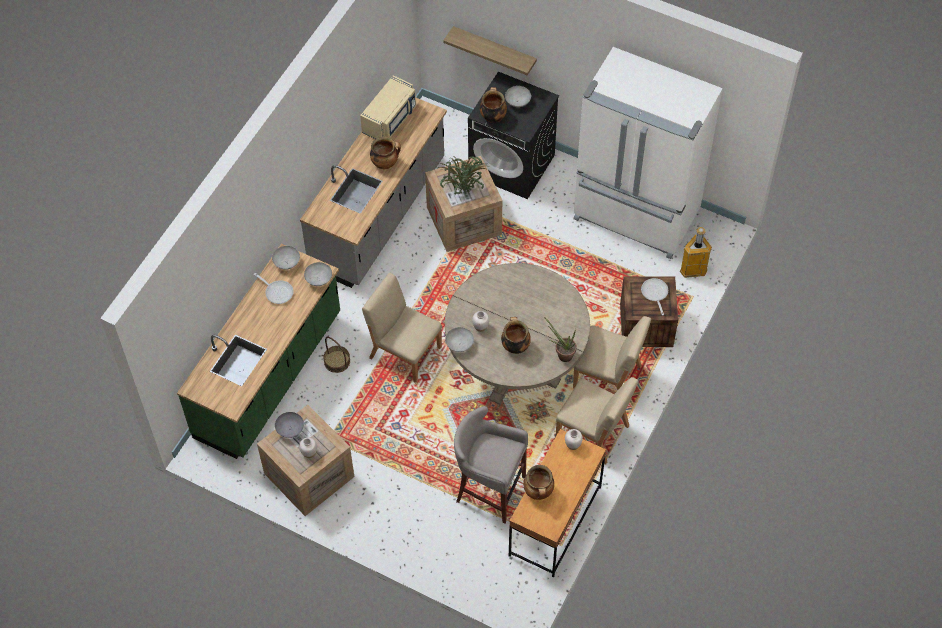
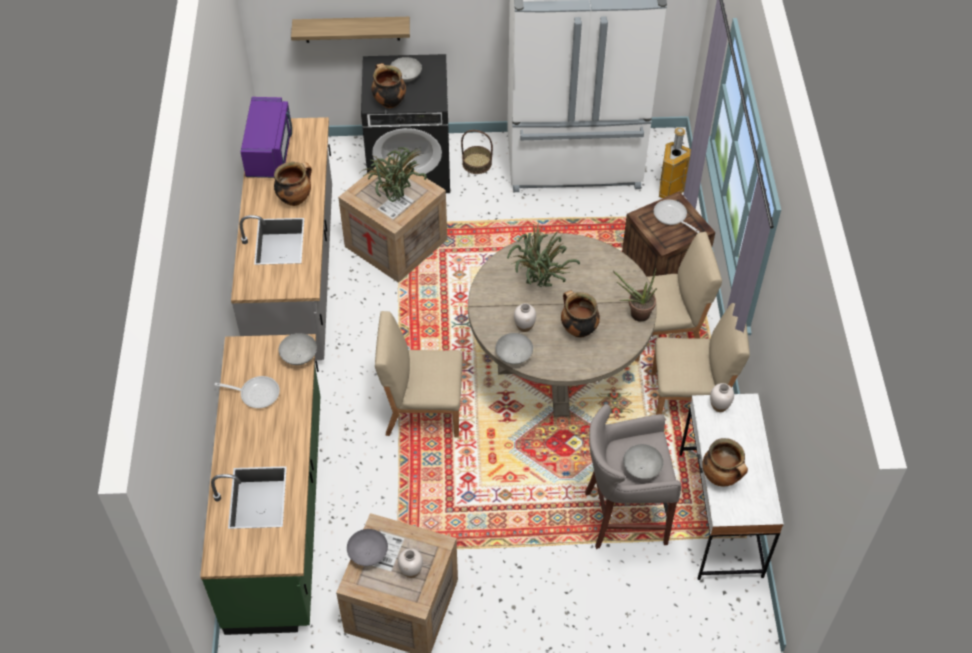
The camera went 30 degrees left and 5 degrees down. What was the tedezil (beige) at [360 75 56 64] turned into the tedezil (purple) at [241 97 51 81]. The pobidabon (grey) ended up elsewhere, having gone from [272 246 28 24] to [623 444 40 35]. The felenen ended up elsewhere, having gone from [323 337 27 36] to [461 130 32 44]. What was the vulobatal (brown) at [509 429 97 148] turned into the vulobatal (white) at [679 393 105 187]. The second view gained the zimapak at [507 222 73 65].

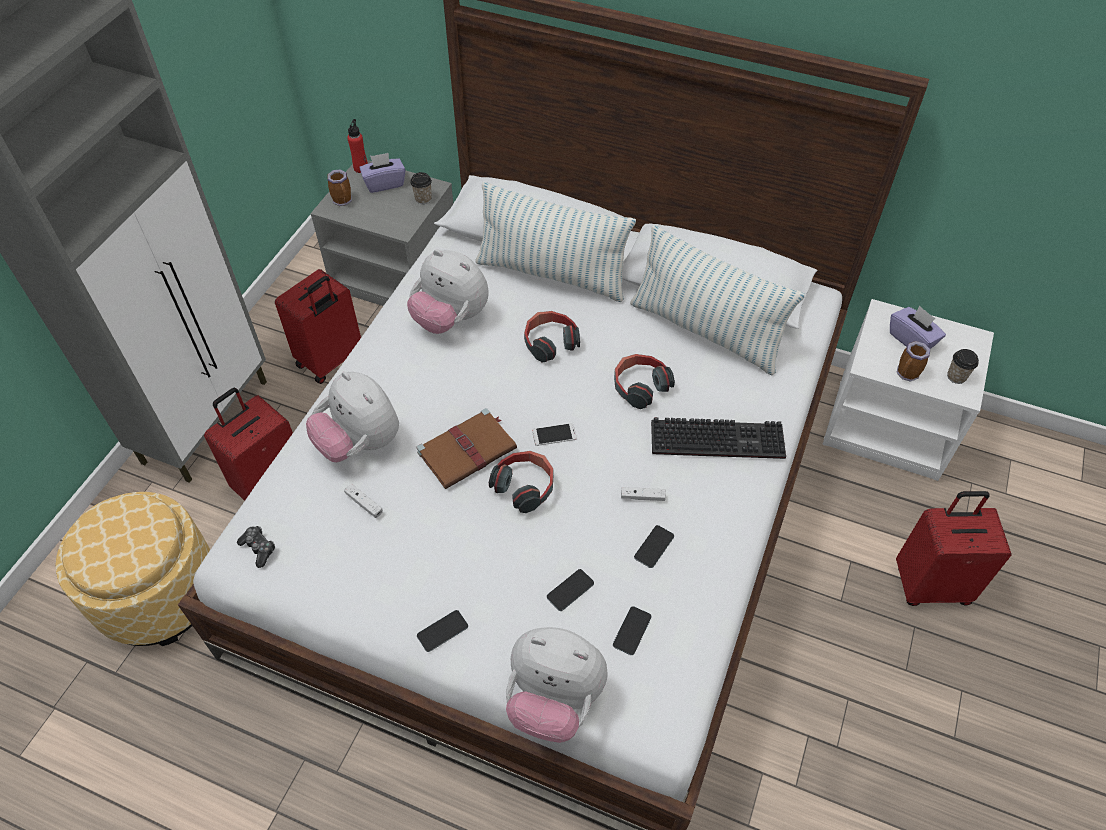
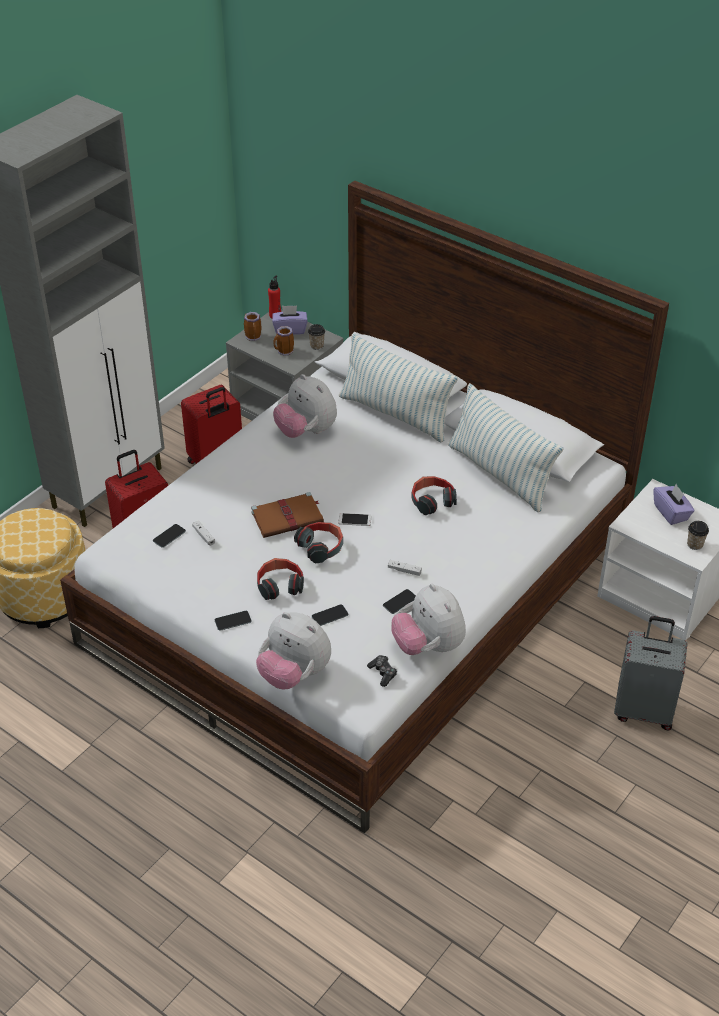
The camera went 15 degrees right and 10 degrees down. The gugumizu ended up elsewhere, having gone from [524 311 56 52] to [257 558 47 42]. The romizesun ended up elsewhere, having gone from [897 341 33 41] to [273 326 21 30]. The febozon ended up elsewhere, having gone from [306 372 93 90] to [391 584 75 71]. The second view lost the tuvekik at [651 417 135 42]. What was the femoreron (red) at [896 491 116 115] turned into the femoreron (grey) at [614 616 74 114]. The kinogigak ended up elsewhere, having gone from [237 526 38 42] to [367 655 30 32]. The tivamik ended up elsewhere, having gone from [613 606 39 49] to [153 524 33 24].

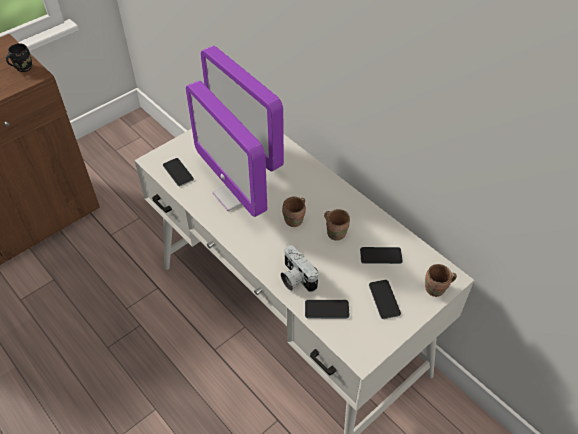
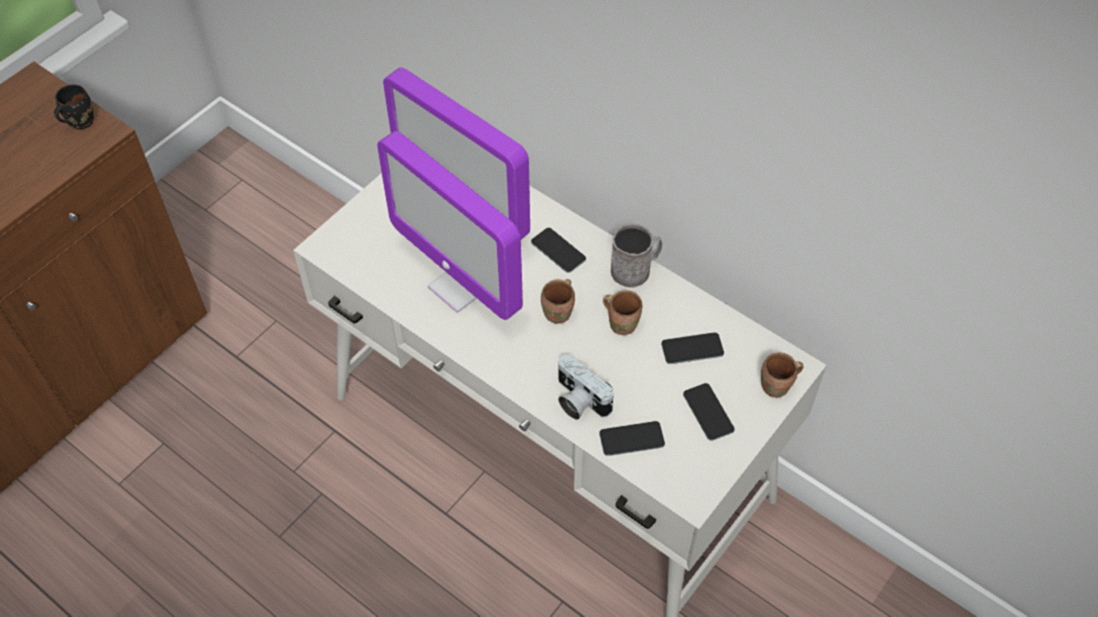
The camera went 10 degrees left and 5 degrees up. The tivamik ended up elsewhere, having gone from [163 158 31 28] to [531 228 55 45]. The second view gained the romizesun (grey) at [611 223 51 65].

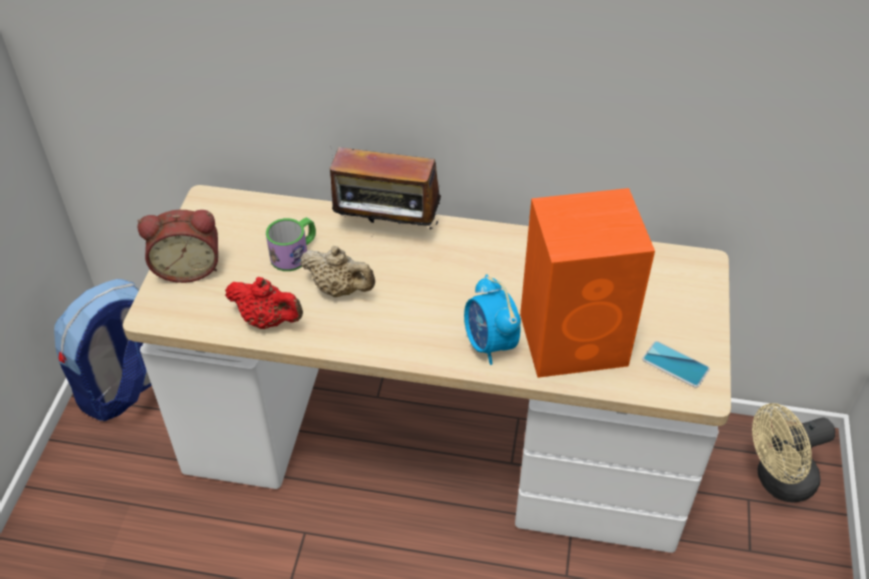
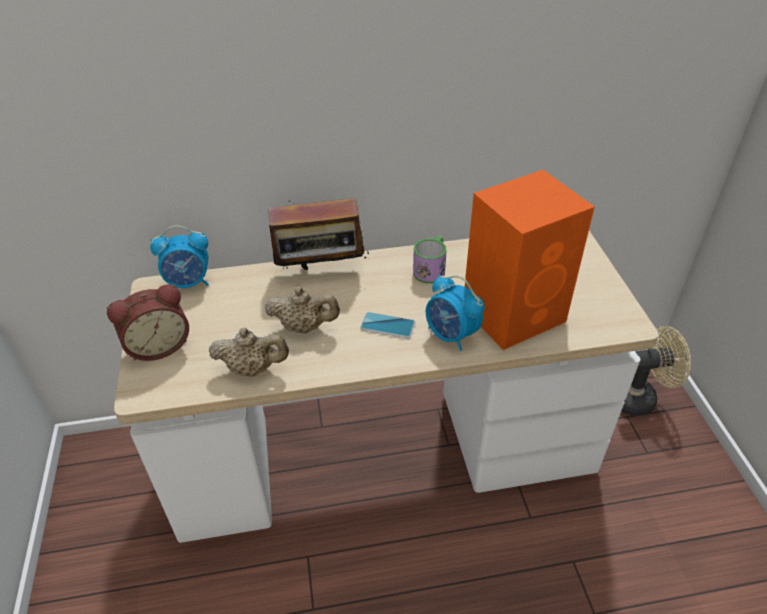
The camera went 20 degrees left and 5 degrees down. The romizesun ended up elsewhere, having gone from [266 217 50 54] to [413 236 34 48]. What was the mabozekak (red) at [225 277 78 52] turned into the mabozekak (beige) at [208 328 81 49]. The second view lost the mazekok at [54 279 98 142]. The tivamik ended up elsewhere, having gone from [642 341 68 47] to [360 312 56 26]. The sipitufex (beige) at [752 403 83 100] ended up facing another way, 150 degrees counterclockwise from before. The second view gained the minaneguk at [150 225 59 63].

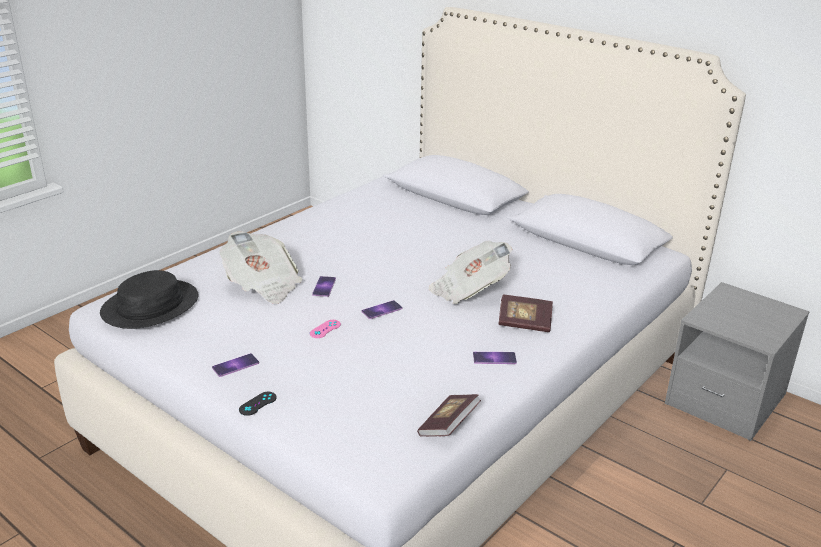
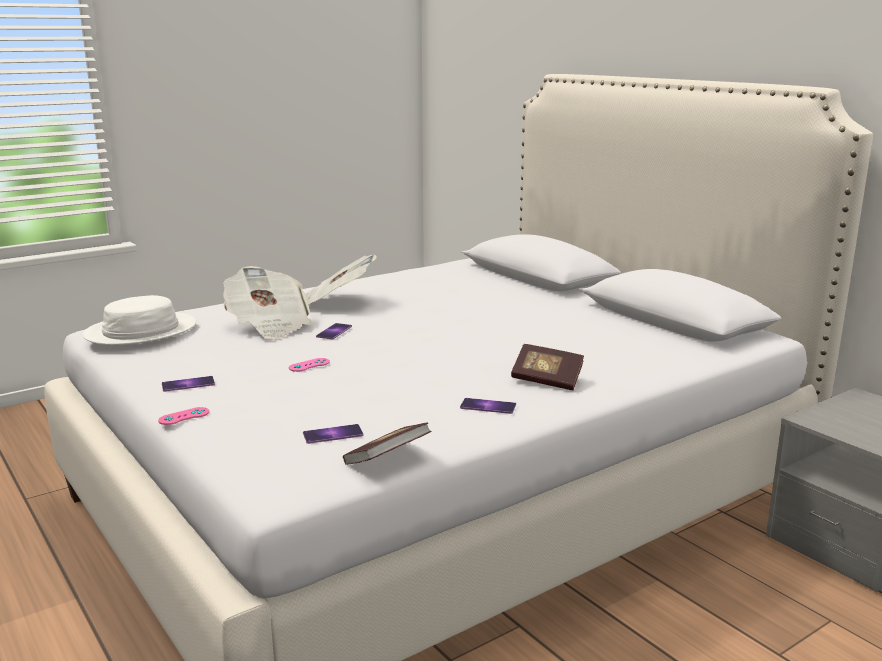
The camera went 15 degrees right and 10 degrees down. The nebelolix ended up elsewhere, having gone from [429 240 84 64] to [305 255 72 50]. What was the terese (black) at [100 270 99 59] turned into the terese (white) at [83 295 113 50]. The tivamik ended up elsewhere, having gone from [361 300 42 19] to [303 424 60 20]. What was the kinogigak (black) at [239 392 38 24] turned into the kinogigak (pink) at [158 407 51 18].

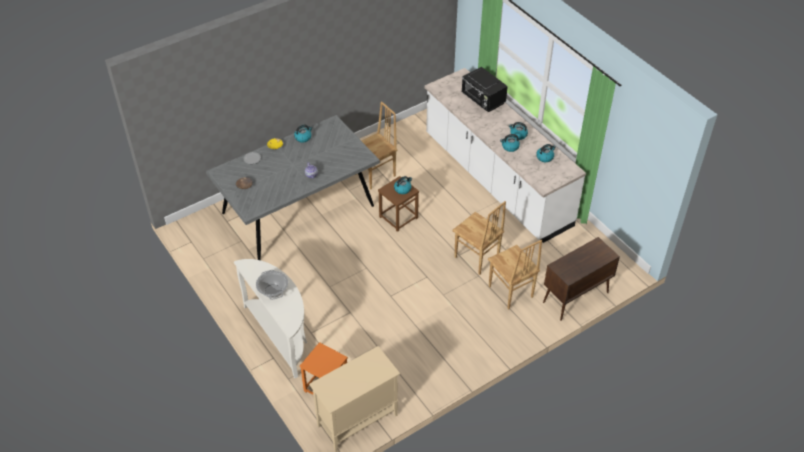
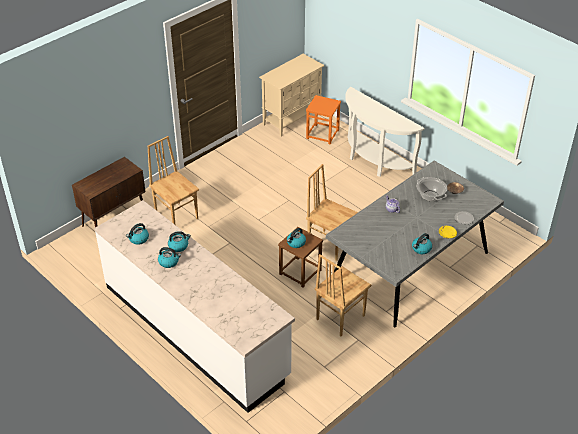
The camera went 170 degrees right and 5 degrees down. The second view lost the tedezil (black) at [462 67 46 45]. The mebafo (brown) ended up elsewhere, having gone from [453 201 53 74] to [306 164 52 97]. The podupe ended up elsewhere, having gone from [256 270 32 30] to [417 177 30 24].

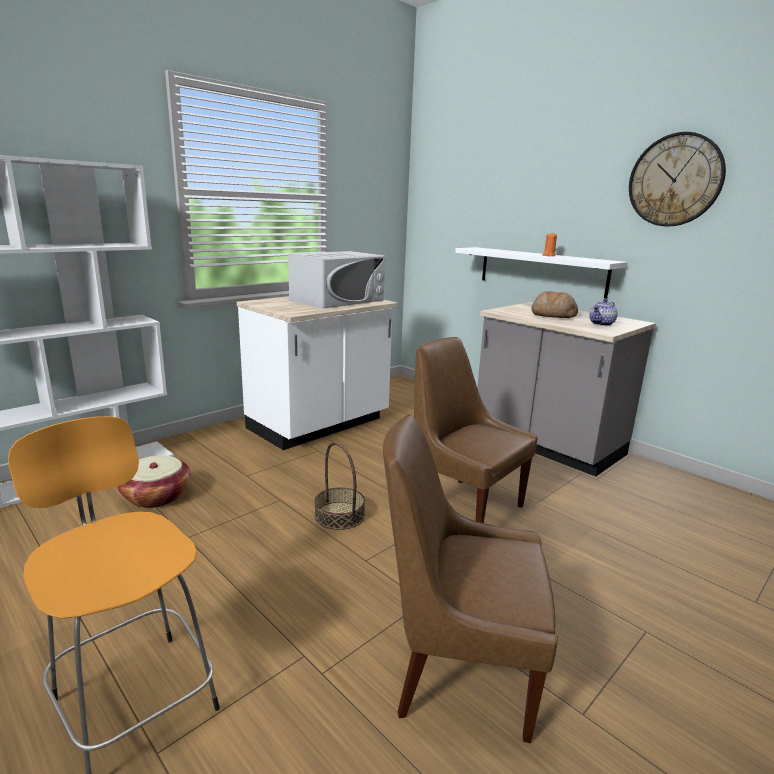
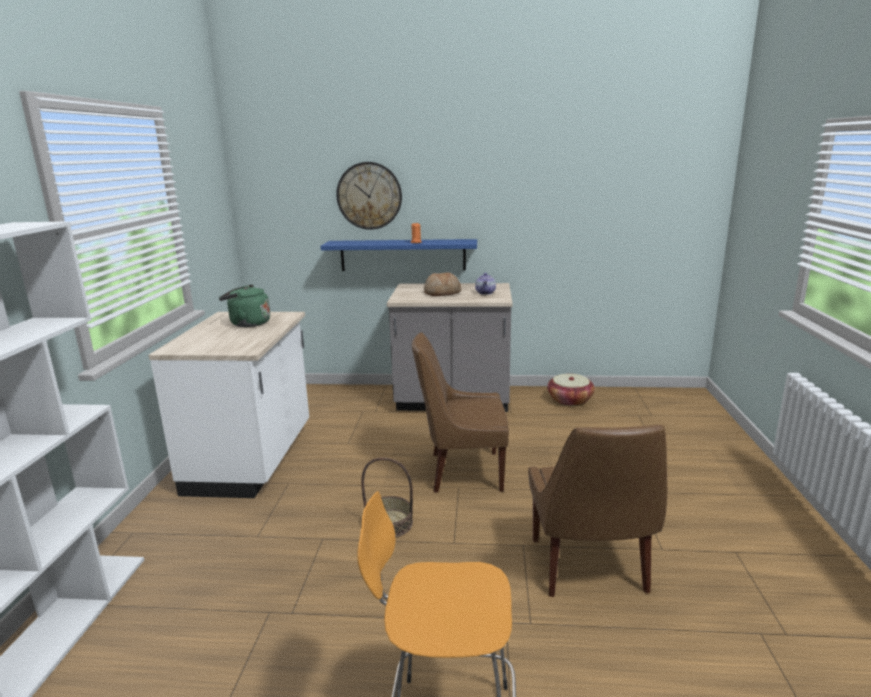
The camera went 40 degrees left and 0 degrees up. The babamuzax ended up elsewhere, having gone from [629 132 97 94] to [336 162 66 68]. What was the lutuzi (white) at [455 247 173 51] turned into the lutuzi (blue) at [320 239 157 32]. Where the tedezil (white) stood at [288 251 97 58], the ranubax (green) came to stand at [219 284 51 43]. The mebafo (brown) at [383 414 175 329] ended up facing another way, 60 degrees counterclockwise from before. The felenen ended up elsewhere, having gone from [117 455 74 53] to [547 374 48 32].

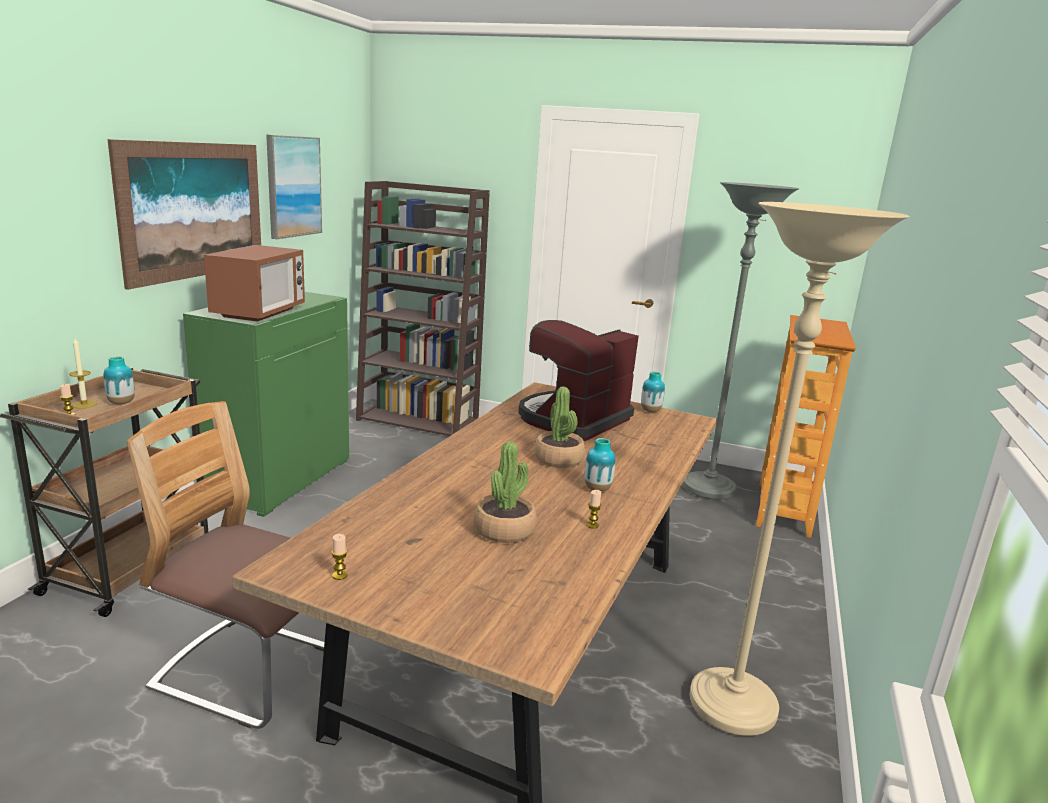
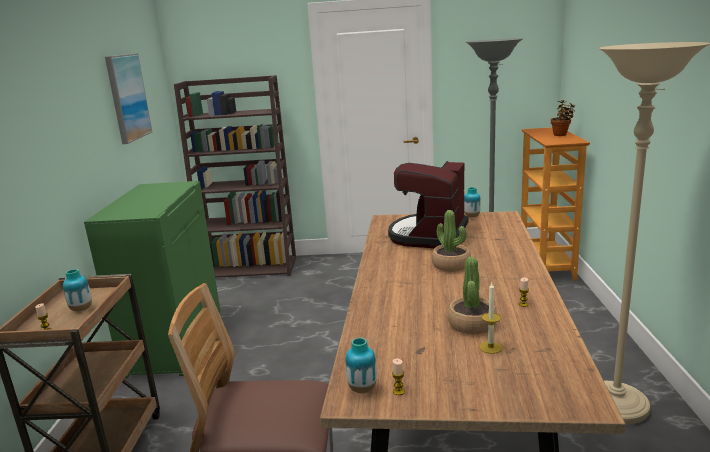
The camera went 15 degrees left and 0 degrees up. The second view lost the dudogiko at [107 139 154 151]. The second view lost the tedezil at [204 245 101 77]. The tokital ended up elsewhere, having gone from [69 338 28 70] to [479 283 23 71]. The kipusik ended up elsewhere, having gone from [585 438 30 54] to [345 338 32 55]. The second view gained the zimapak at [551 100 24 36].

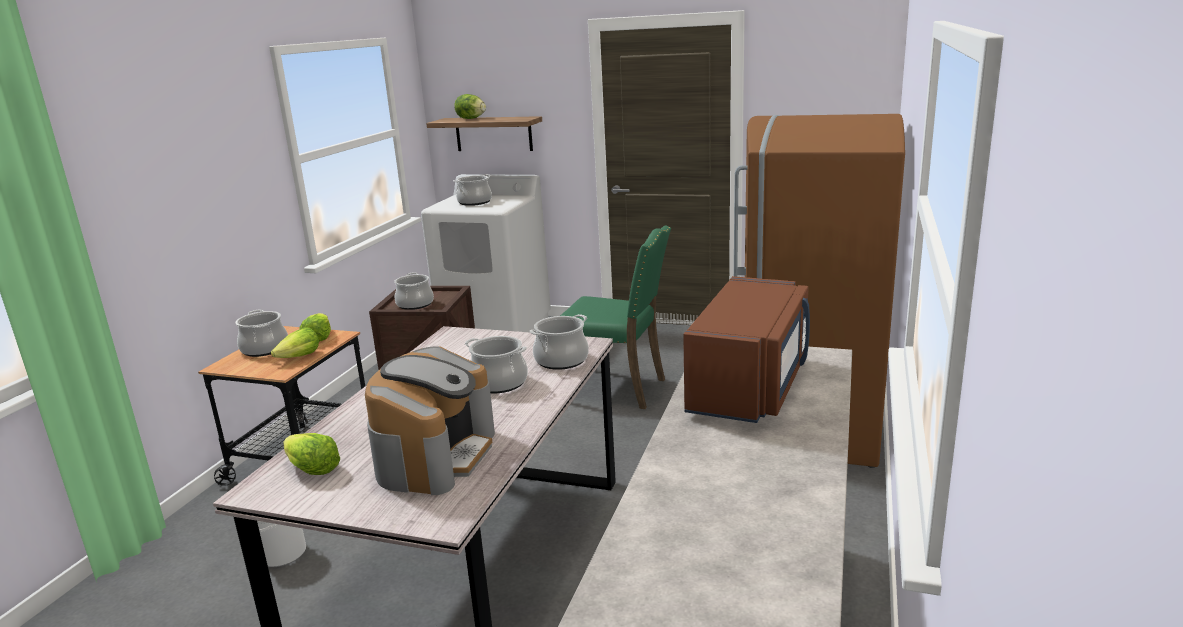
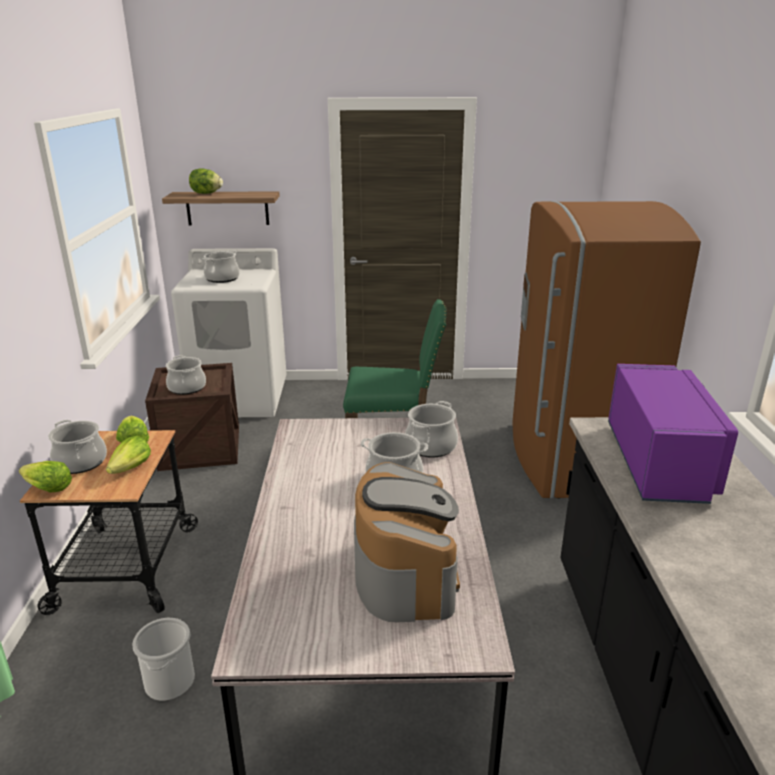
The camera went 20 degrees left and 5 degrees up. What was the tedezil (brown) at [683 276 127 147] turned into the tedezil (purple) at [608 364 130 140]. The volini ended up elsewhere, having gone from [284 433 56 42] to [19 461 53 31].

